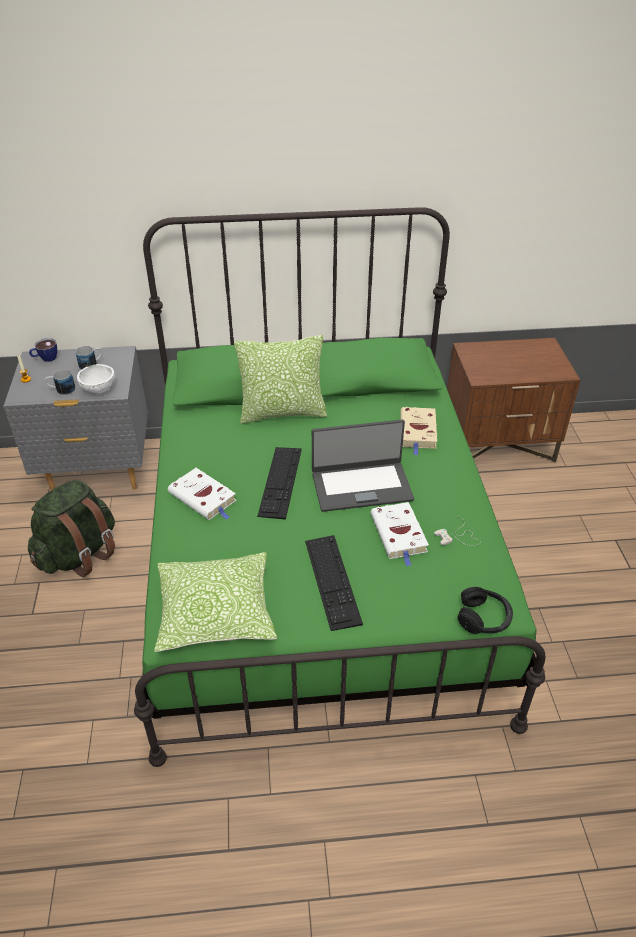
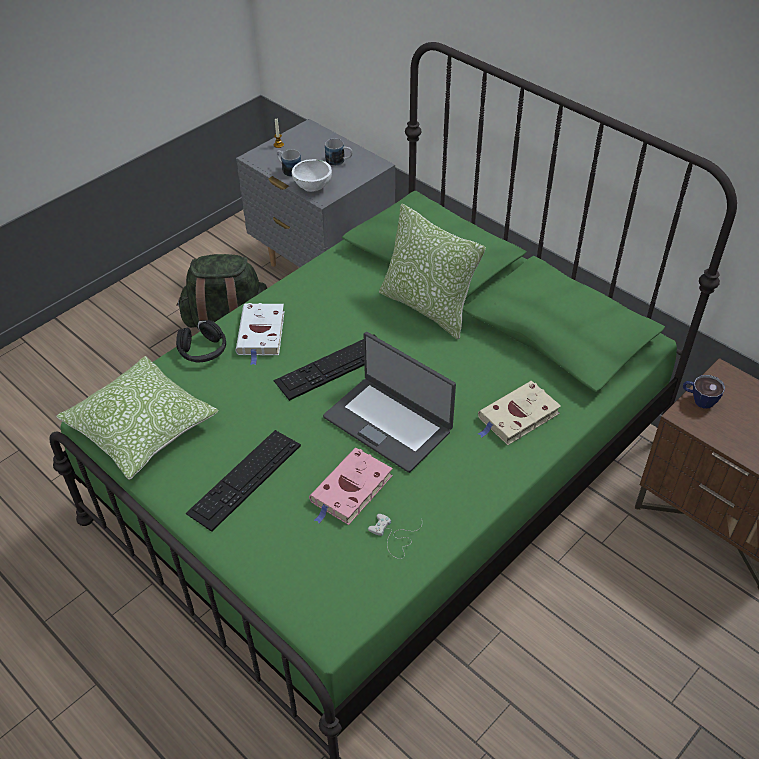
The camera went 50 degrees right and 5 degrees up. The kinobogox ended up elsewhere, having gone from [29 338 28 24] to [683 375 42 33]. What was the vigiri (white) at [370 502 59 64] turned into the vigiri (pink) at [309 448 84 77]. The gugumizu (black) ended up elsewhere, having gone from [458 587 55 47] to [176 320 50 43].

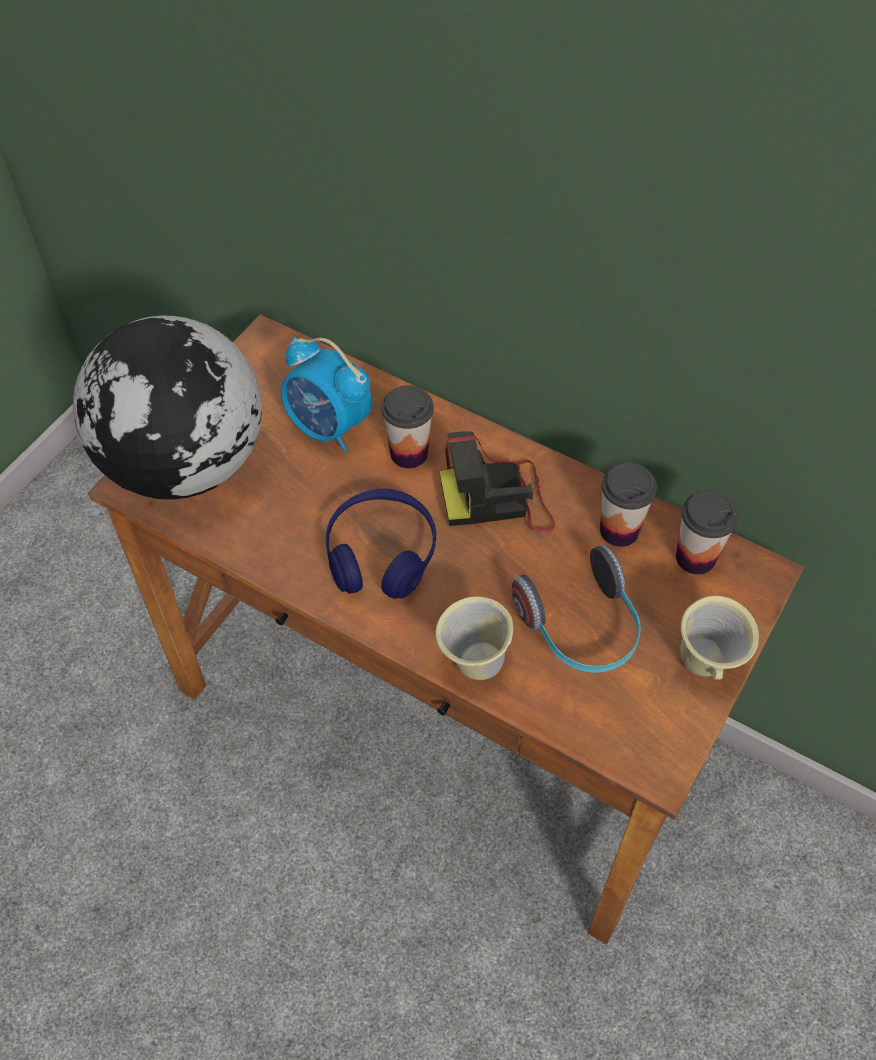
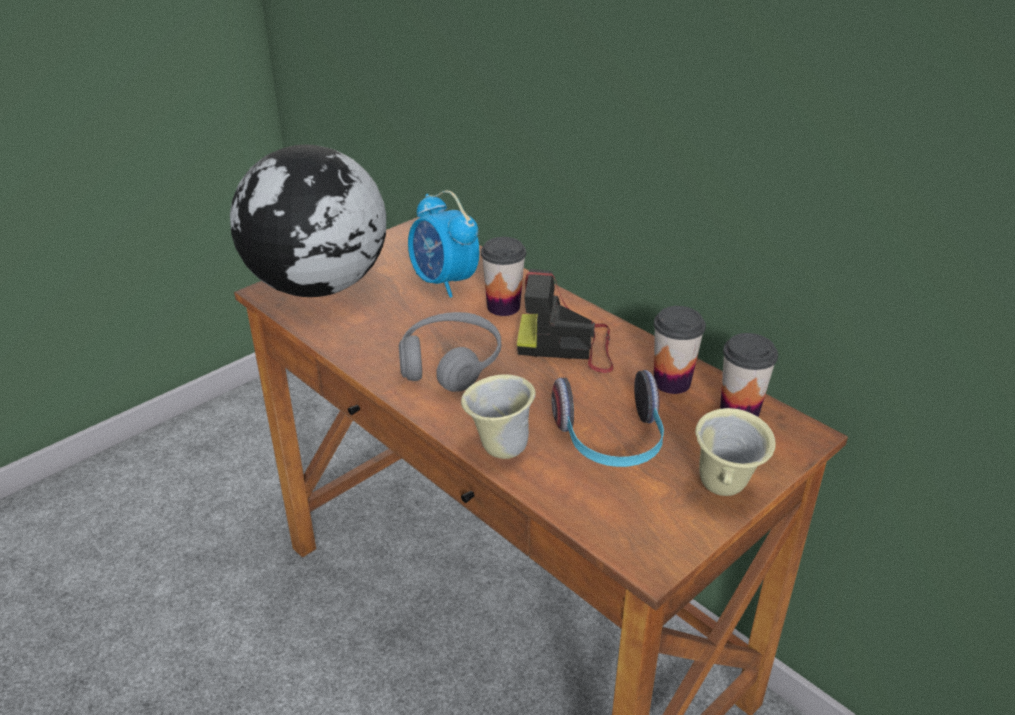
The camera went 15 degrees right and 20 degrees down. What was the gugumizu (blue) at [326 488 110 111] turned into the gugumizu (grey) at [399 312 102 80].

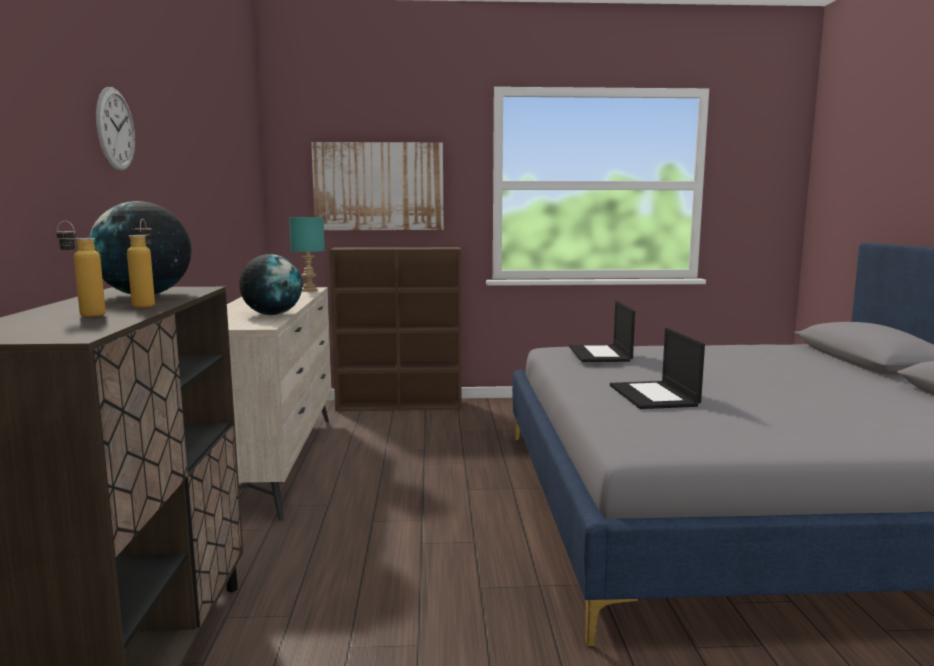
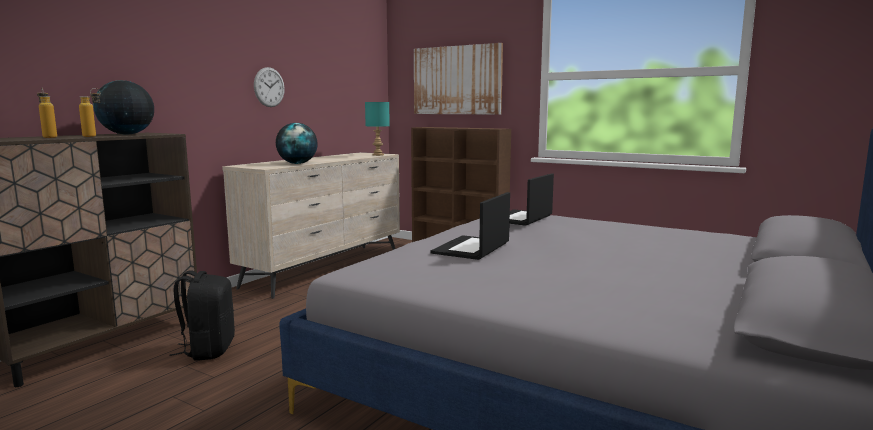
The camera went 35 degrees right and 0 degrees up. The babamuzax ended up elsewhere, having gone from [96 87 39 84] to [254 67 31 40]. The second view gained the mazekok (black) at [169 270 66 91].

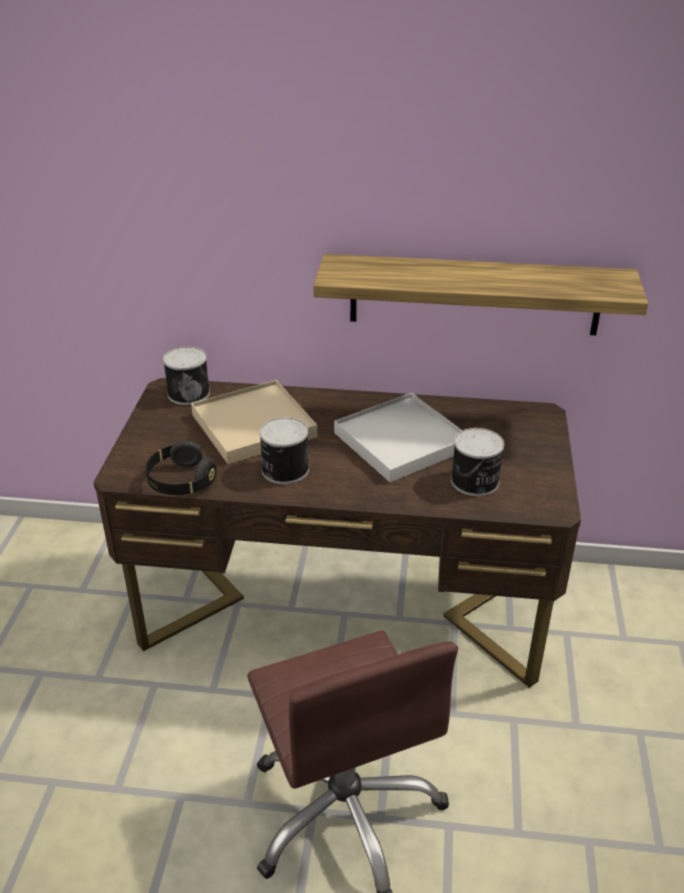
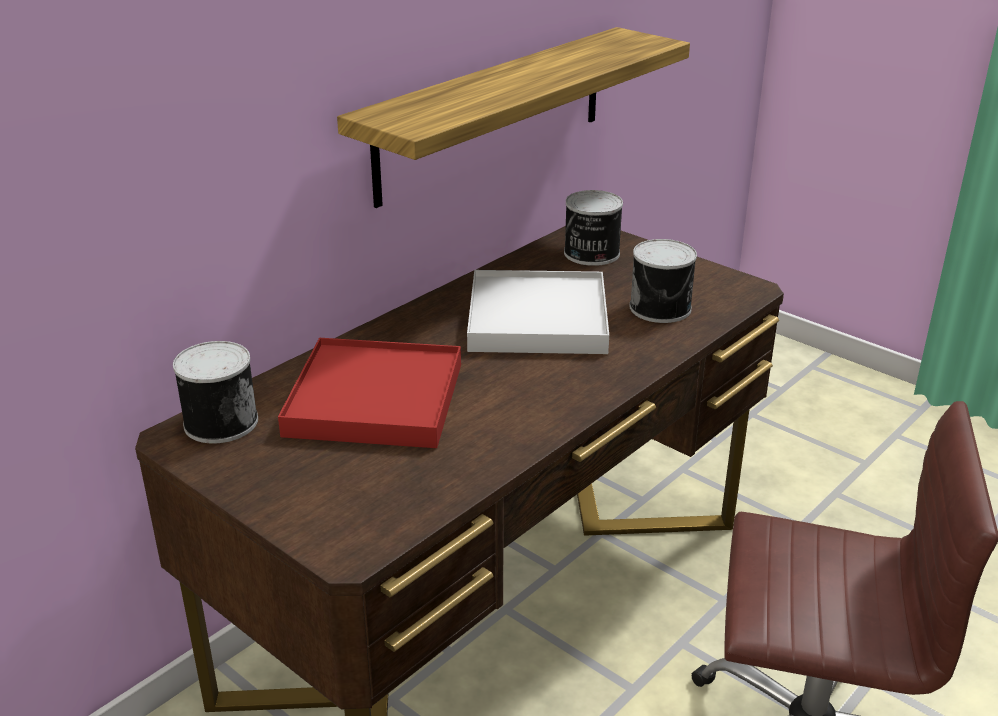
The camera went 55 degrees left and 5 degrees down. What was the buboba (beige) at [191 380 126 84] turned into the buboba (red) at [278 338 183 110]. The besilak ended up elsewhere, having gone from [259 417 50 67] to [564 190 59 76]. The second view lost the gugumizu (black) at [146 441 71 54].

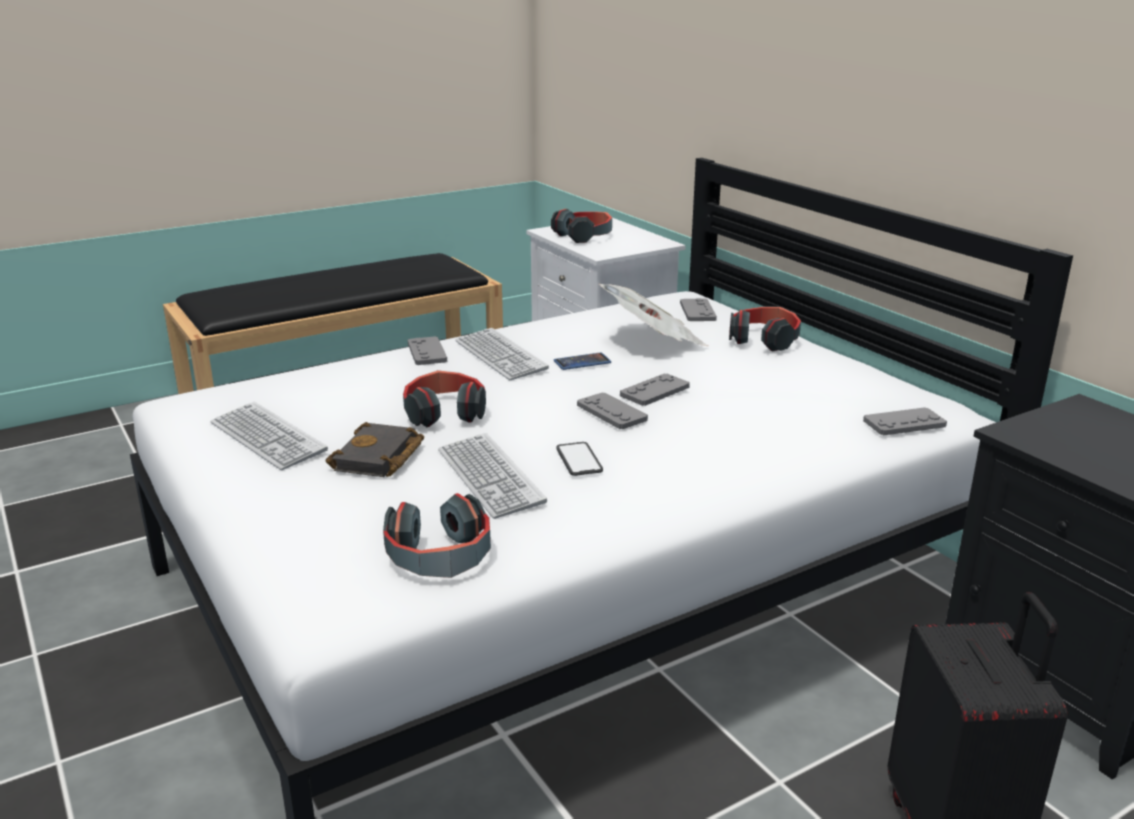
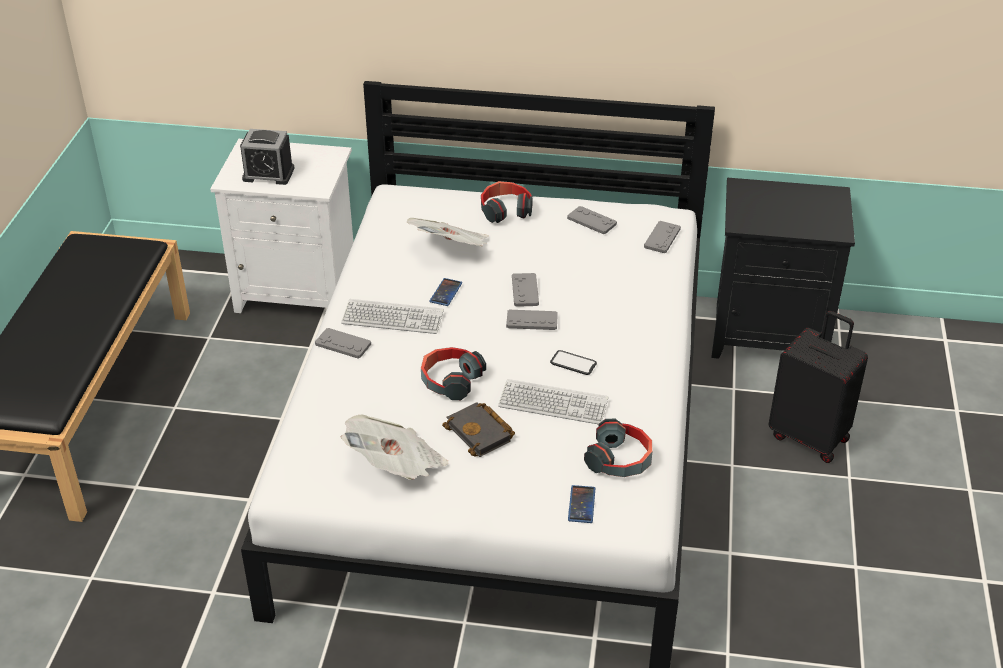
The camera went 50 degrees left and 15 degrees up. Where the gugumizu stood at [551 209 61 34], the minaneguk came to stand at [240 129 55 56]. The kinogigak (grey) ended up elsewhere, having gone from [680 298 37 23] to [567 206 50 28]. Where the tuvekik stood at [210 402 118 68], the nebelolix came to stand at [341 414 107 66]. The second view gained the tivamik at [568 485 27 38].

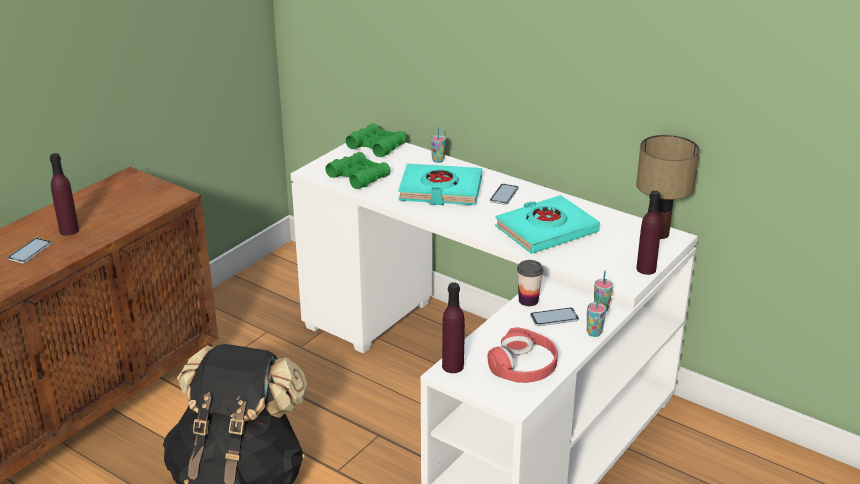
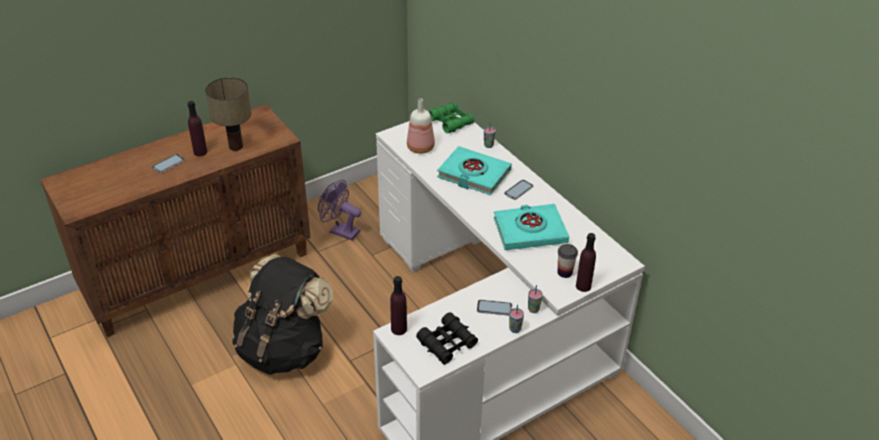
The camera went 20 degrees right and 10 degrees up. The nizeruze ended up elsewhere, having gone from [636 135 64 104] to [205 77 47 74]. Where the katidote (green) stood at [326 152 64 37], the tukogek came to stand at [407 98 28 56]. The kinobogox ended up elsewhere, having gone from [517 260 27 46] to [558 244 20 34]. Where the gugumizu (red) stood at [488 327 70 56], the katidote (black) came to stand at [416 312 62 52]. The second view gained the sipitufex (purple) at [318 180 43 61].

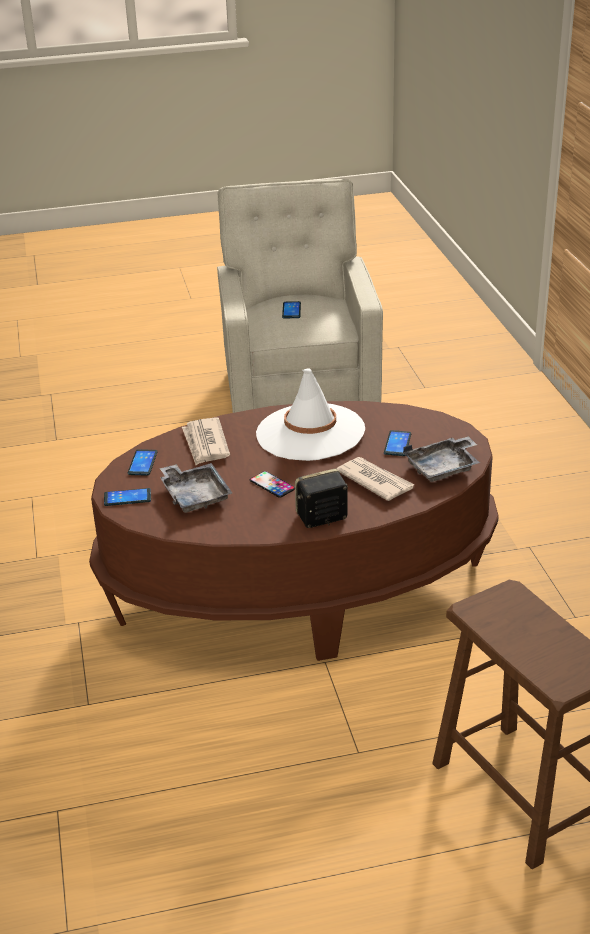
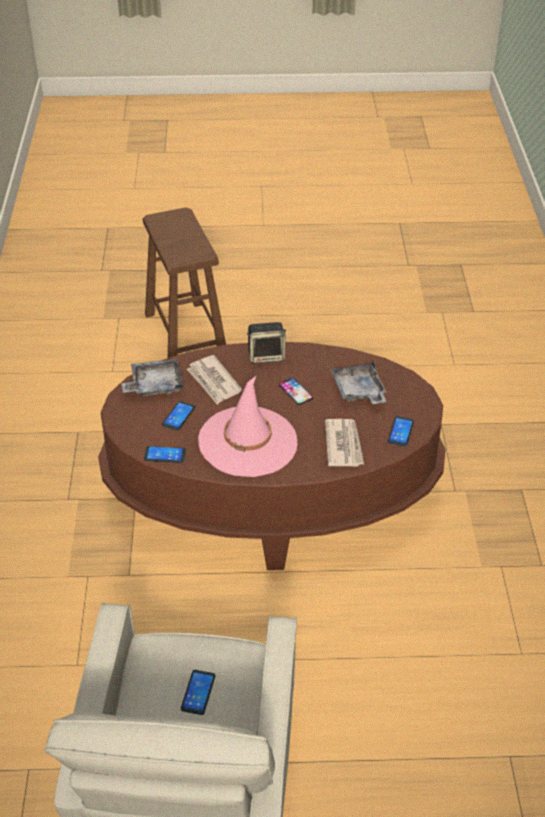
The camera went 170 degrees left and 10 degrees up. What was the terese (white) at [256 369 109 92] turned into the terese (pink) at [198 375 99 102]. The tivamik ended up elsewhere, having gone from [104 488 47 18] to [144 446 42 17].

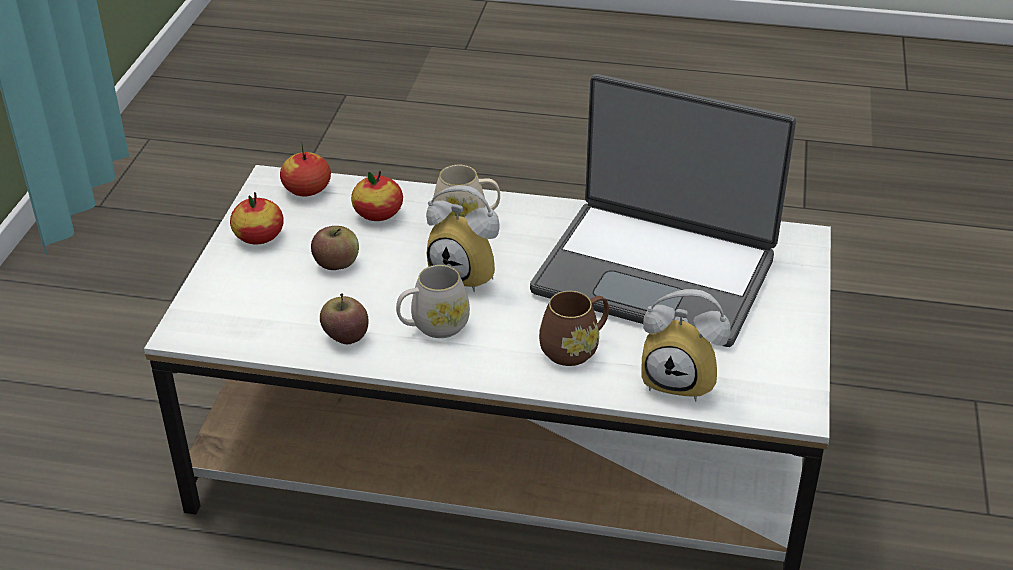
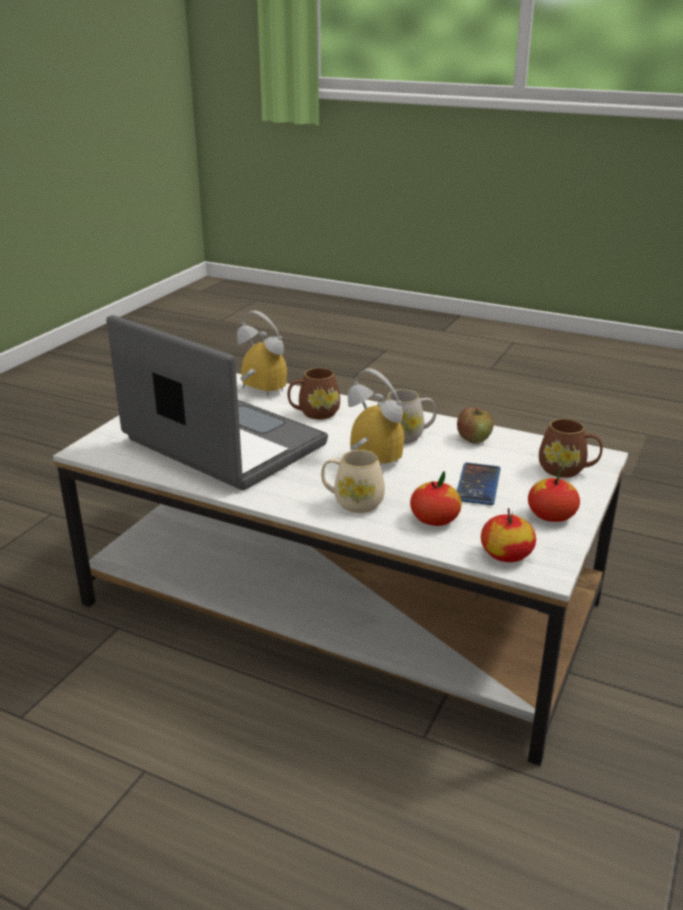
The camera went 165 degrees left and 10 degrees down. Where the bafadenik stood at [311 226 48 44], the tivamik came to stand at [457 463 44 42]. The second view gained the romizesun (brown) at [539 419 64 59].

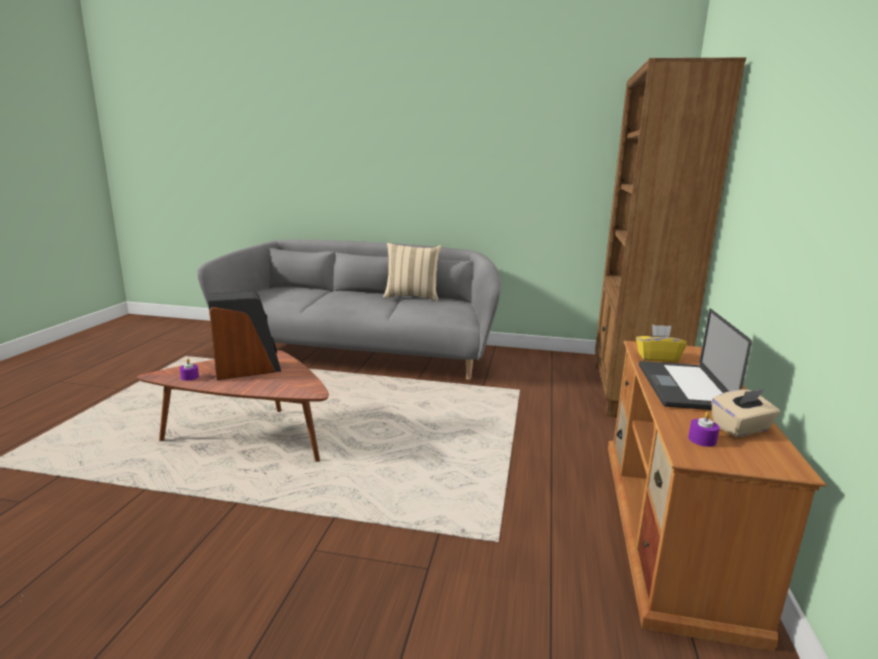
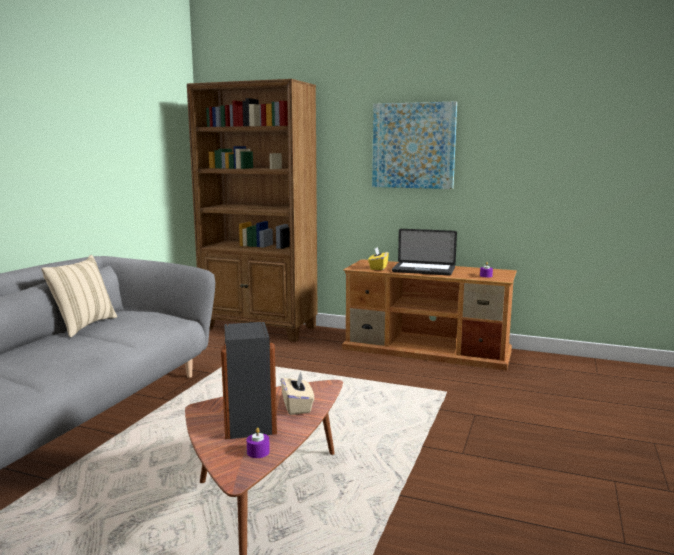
The camera went 80 degrees left and 5 degrees down. The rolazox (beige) ended up elsewhere, having gone from [712 389 68 48] to [281 372 33 43]. The second view gained the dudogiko at [372 102 85 87].

